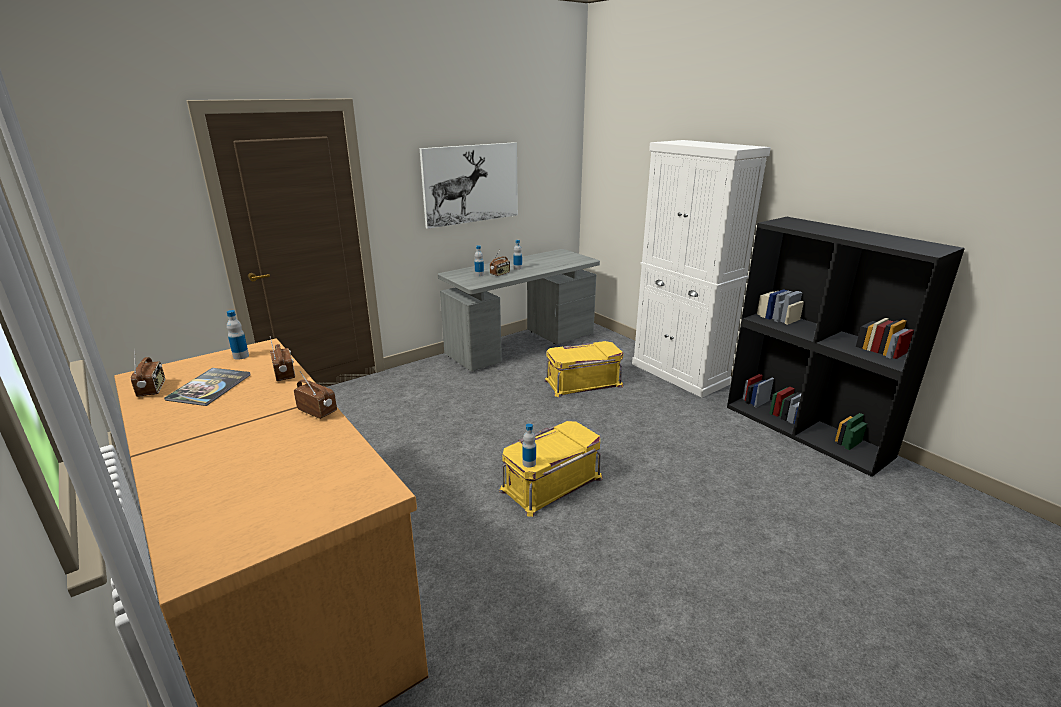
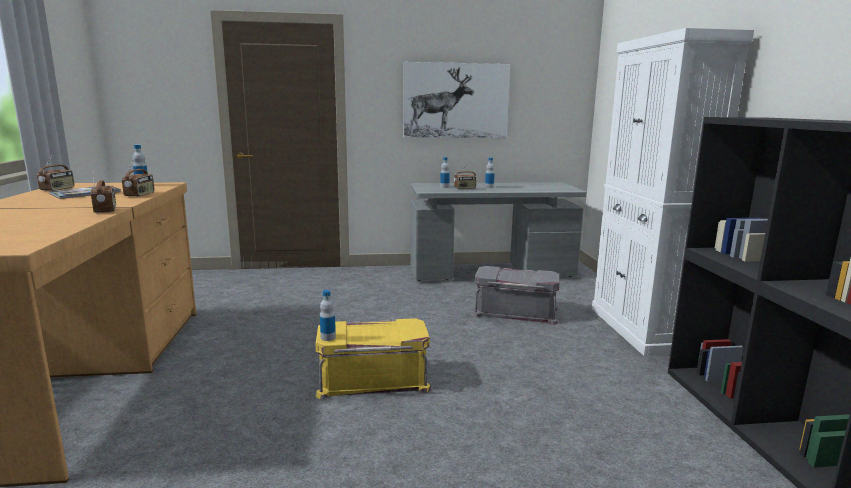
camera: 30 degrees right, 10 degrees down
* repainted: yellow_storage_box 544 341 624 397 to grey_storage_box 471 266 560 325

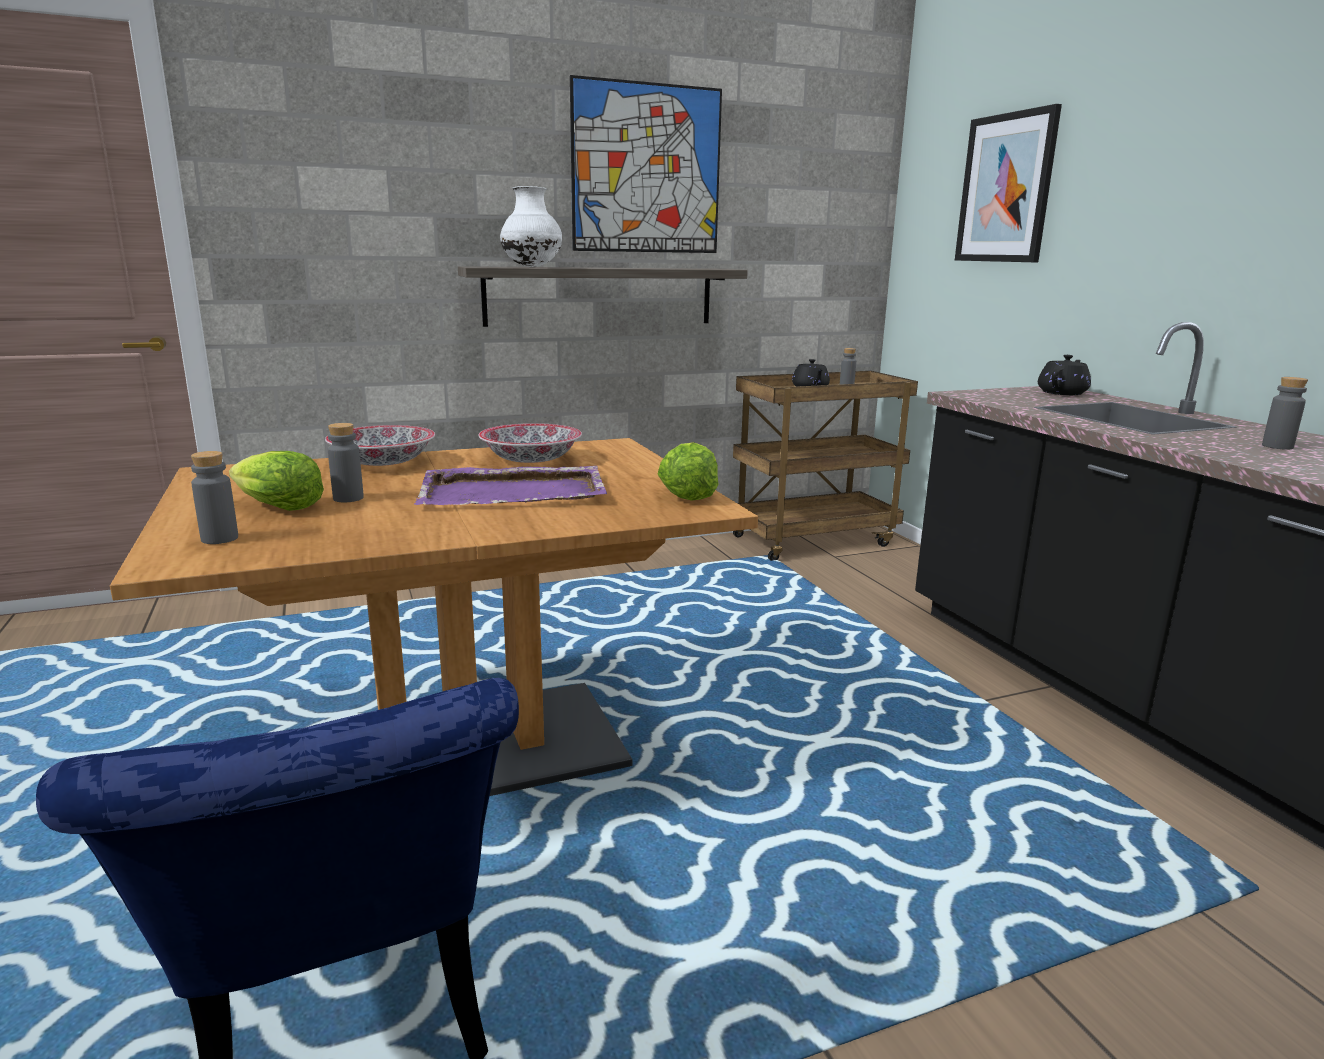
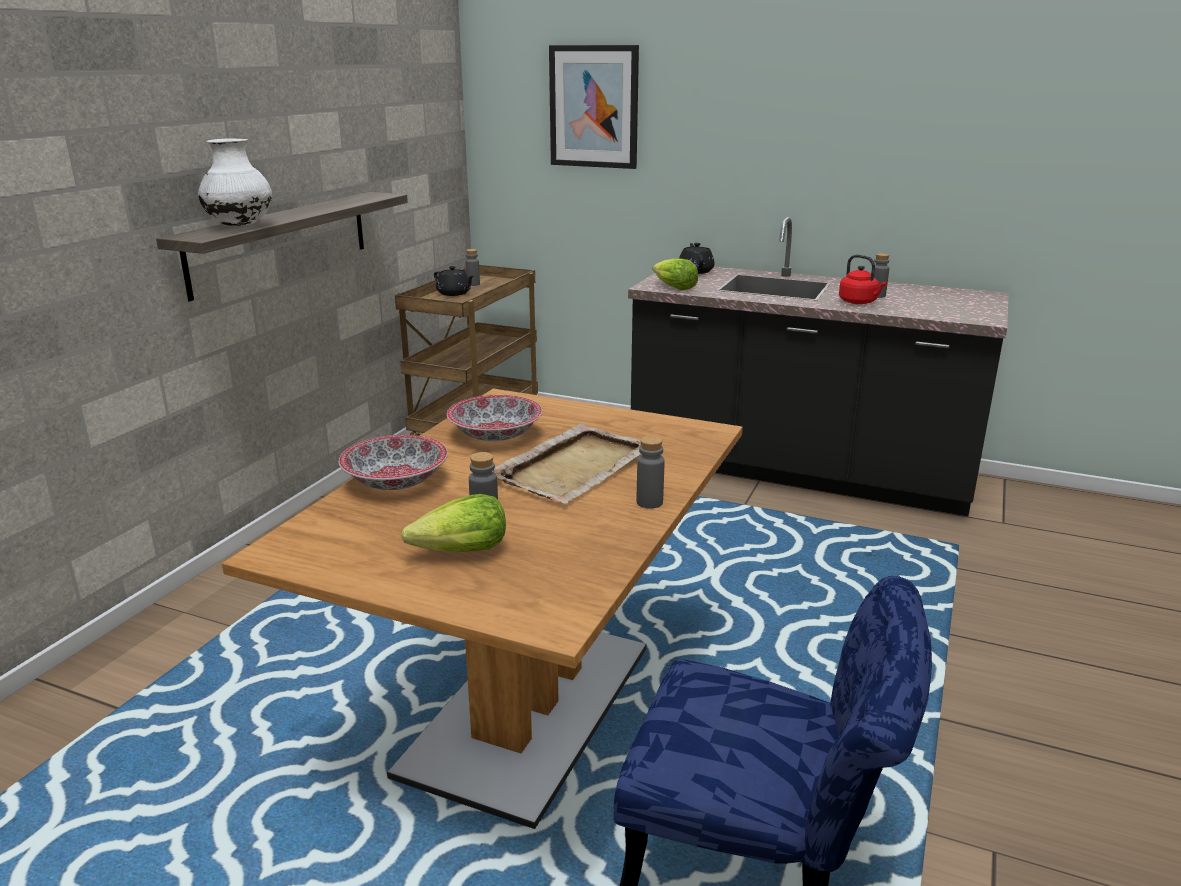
camera: 45 degrees left, 5 degrees up
* gone: picture 570 75 722 253
* shifted: lettuce 658 442 719 501 to 653 258 698 290
* shifted: grey_bottle 191 451 238 544 to 637 436 665 509
* repainted: purple_tray 414 466 607 505 to beige_tray 493 423 641 503
* new: red_kettle 839 254 887 304

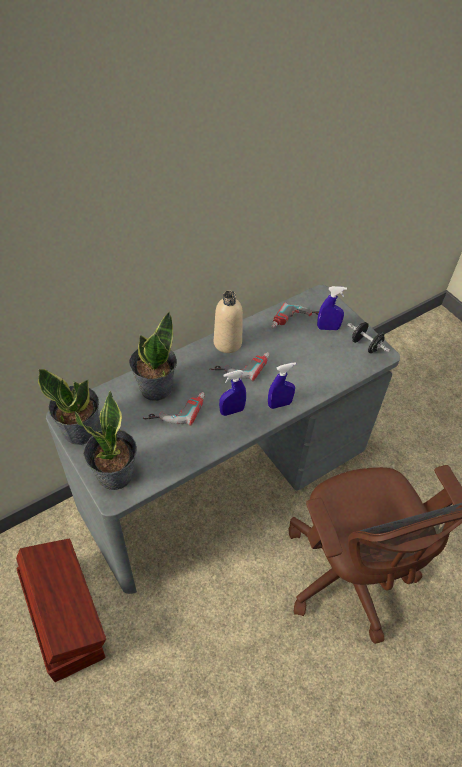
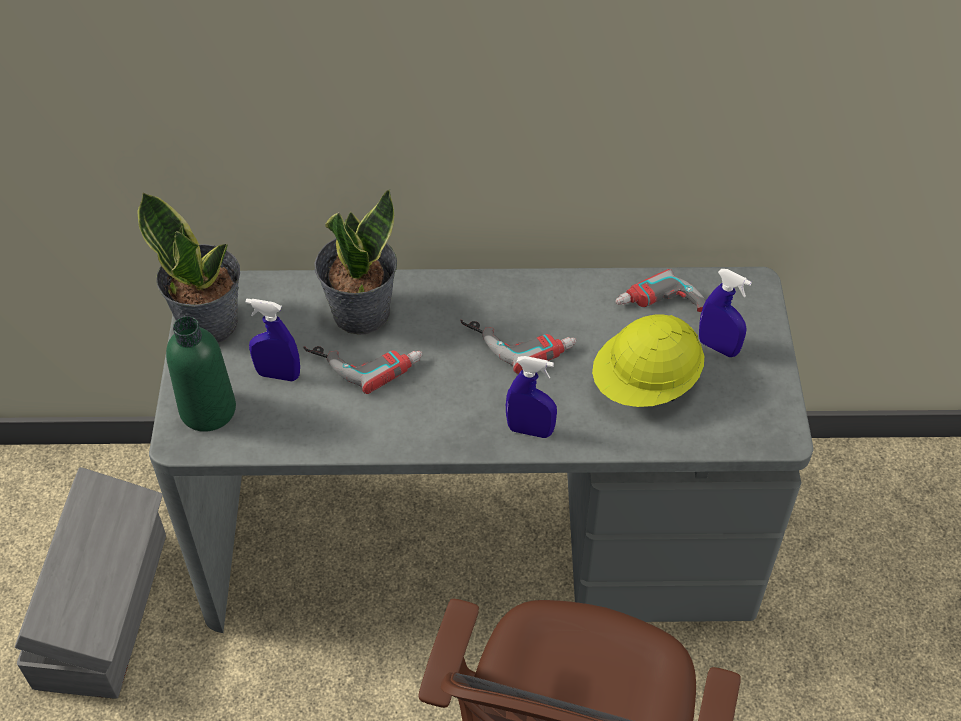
camera: 35 degrees right, 0 degrees up
* gone: beige_bottle 214 291 243 353
* gone: black_dumbbell 348 322 390 353
* shifted: blue_spray_bottle 219 370 246 416 to 246 299 300 381
* swapped: potted_plant 74 391 137 490 to green_bottle 166 316 236 432
* repainted: brown_storage_box 16 539 106 682 to grey_storage_box 15 467 166 699
* new: yellow_hard_hat 592 314 704 407

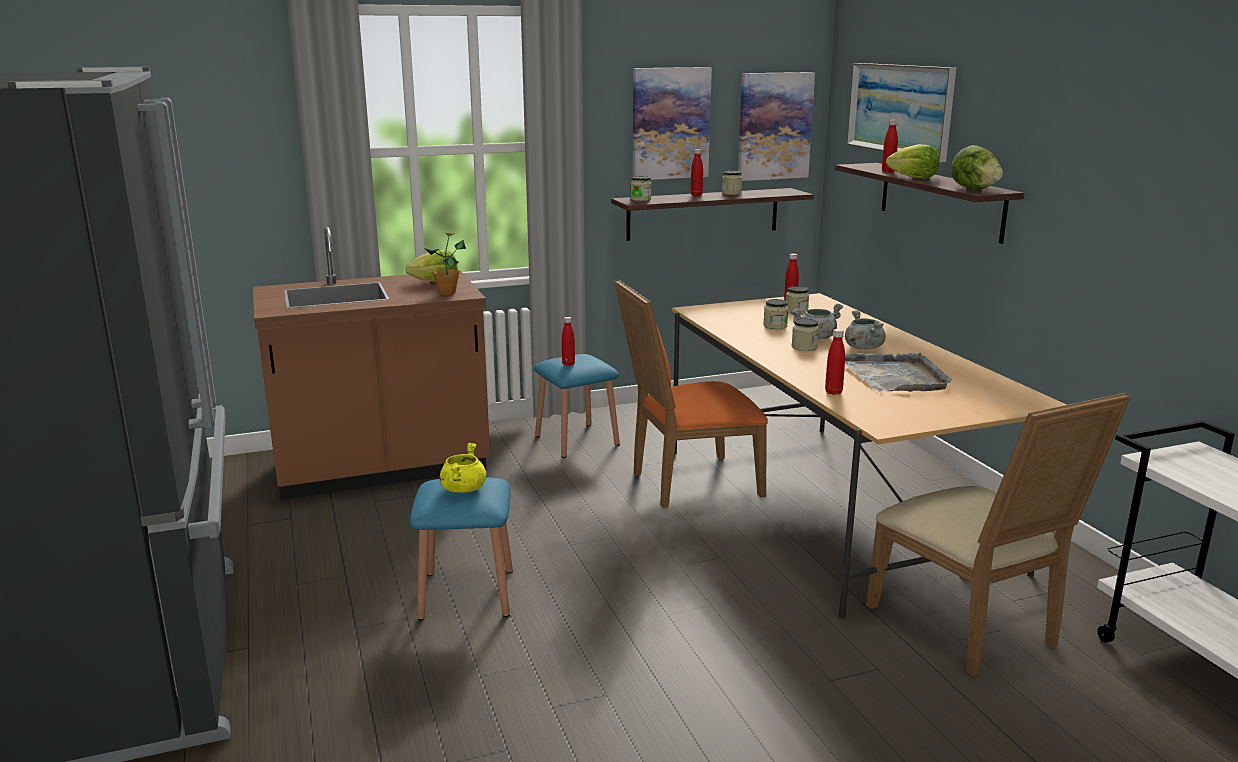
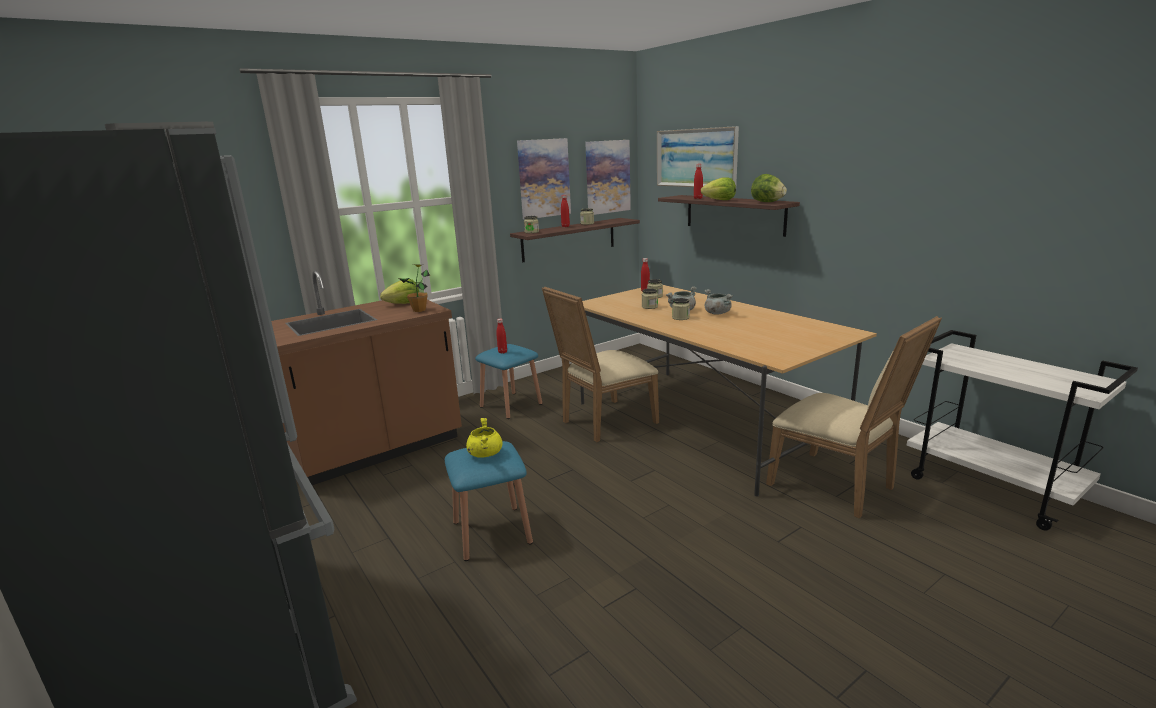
camera: 15 degrees left, 0 degrees up
* repainted: orange_chair 615 280 768 508 to beige_chair 542 286 659 442
* gone: red_bottle 825 329 845 395
* gone: grey_tray 845 353 952 392

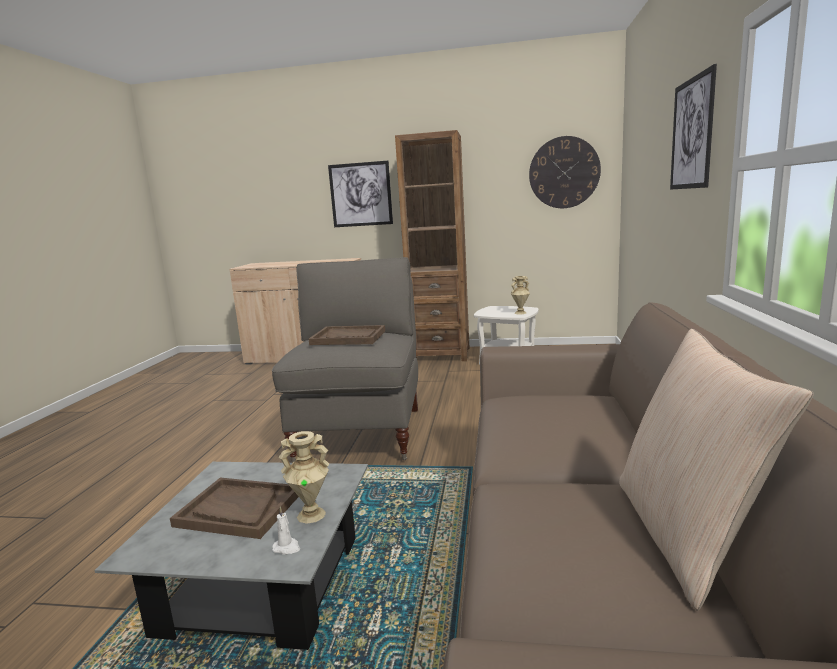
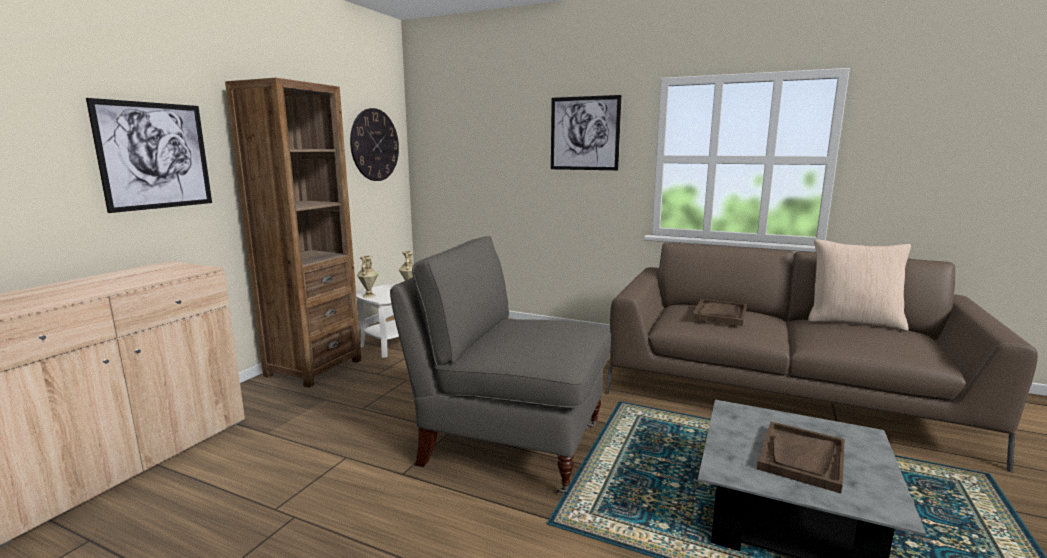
camera: 75 degrees left, 0 degrees up
* shifted: brown_tray 309 325 385 345 to 692 299 747 326
* shifted: beige_vase 279 431 329 524 to 357 255 378 298
* gone: white_candle 272 506 300 555

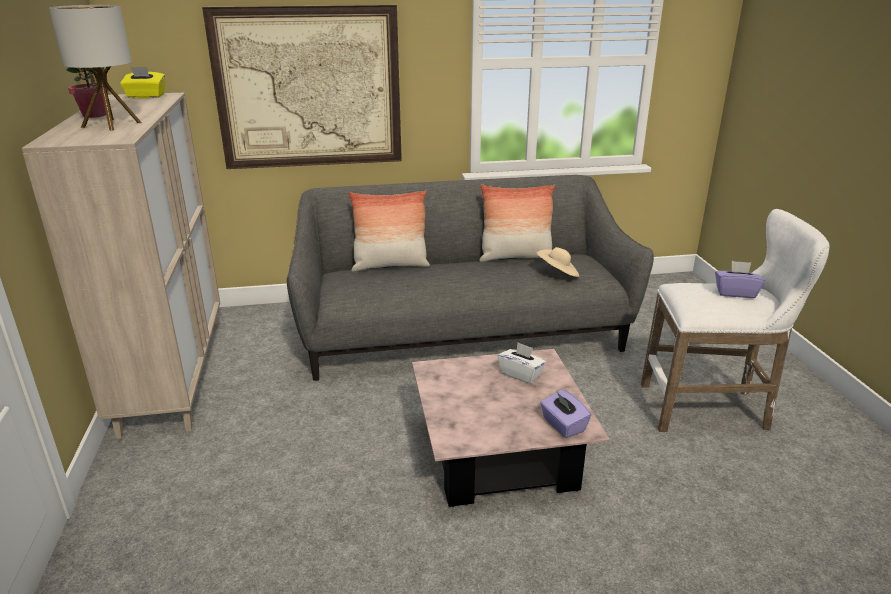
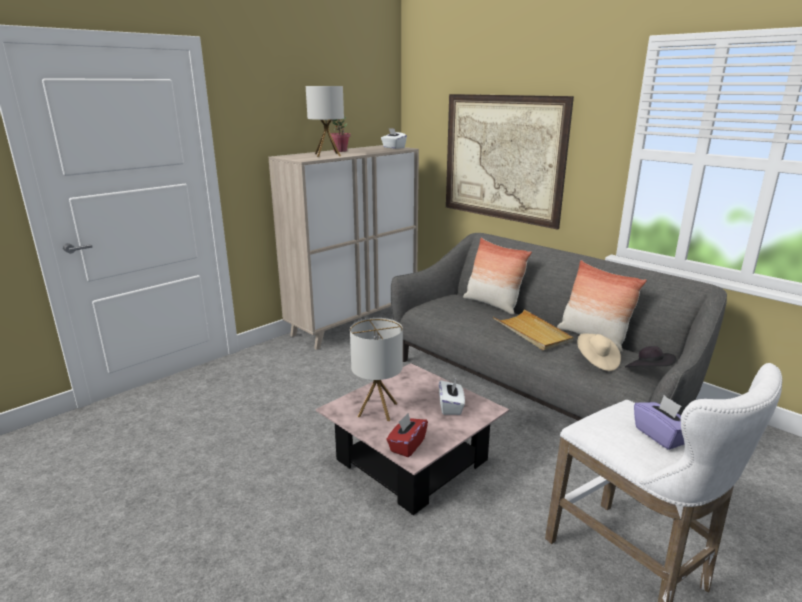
camera: 55 degrees right, 5 degrees down
* repainted: yellow_tissue_box 120 67 165 98 to white_tissue_box 381 128 407 149
* repainted: purple_tissue_box 540 390 591 438 to red_tissue_box 386 413 428 457
* new: beige_tray 493 309 574 350
* new: table_lamp 350 318 403 421
* new: black_hat 625 346 677 367

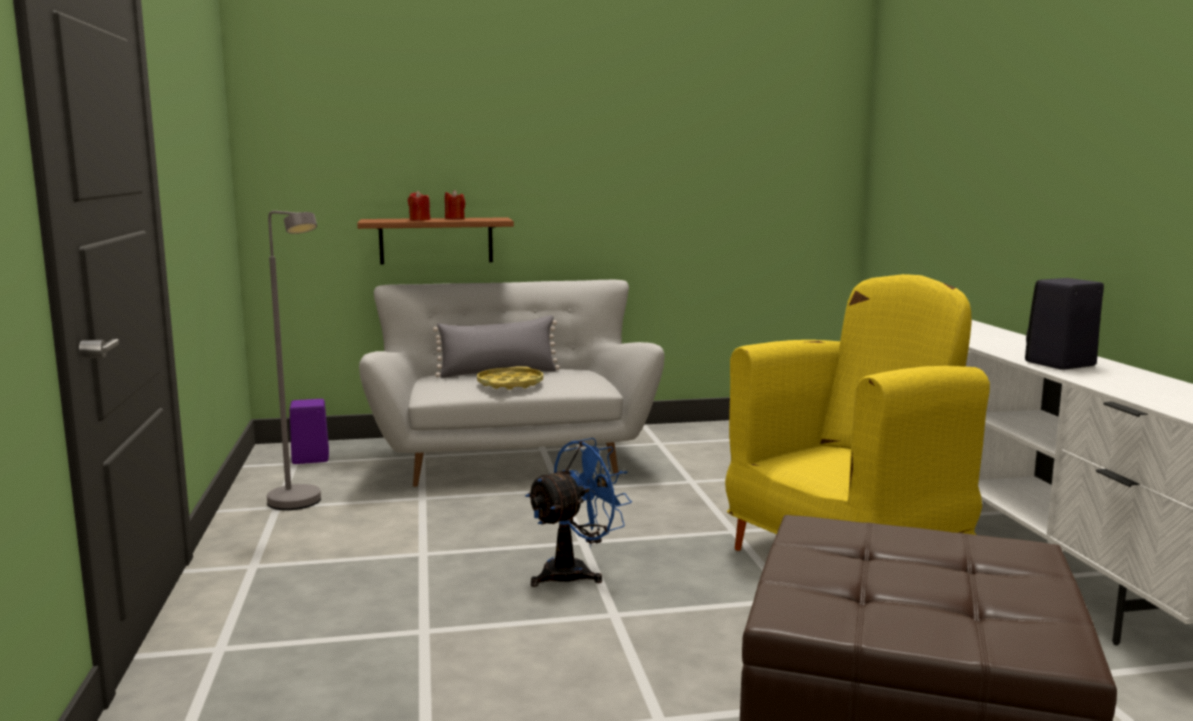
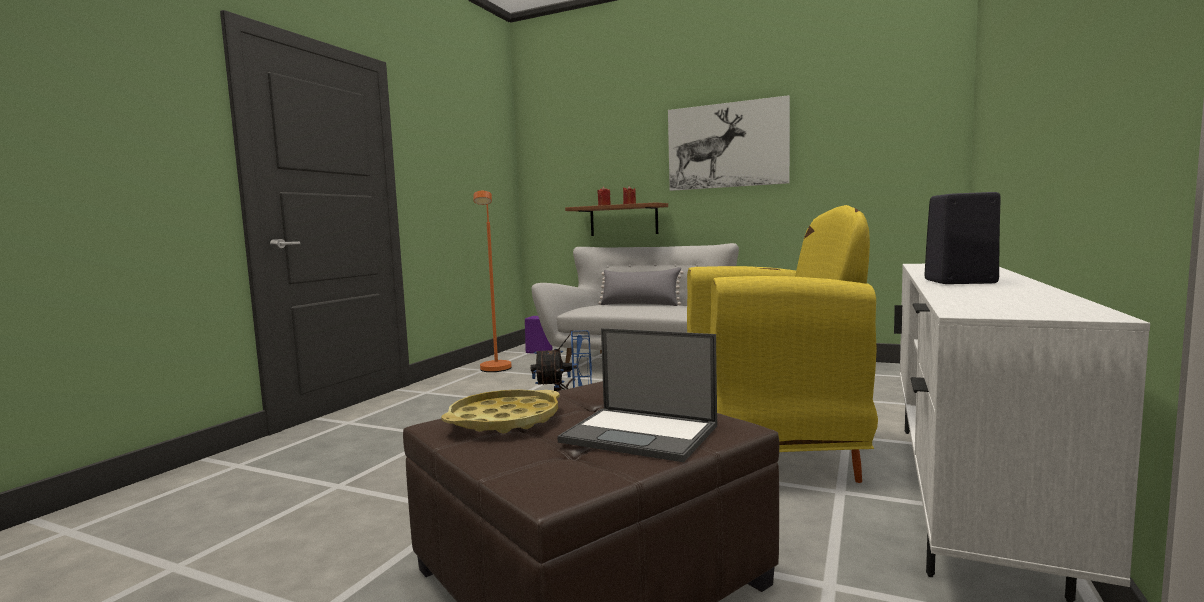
camera: 35 degrees right, 5 degrees down
* repainted: grey_floor_lamp 267 211 321 510 to orange_floor_lamp 474 191 512 372
* shifted: yellow_tray 477 366 543 390 to 441 389 560 433
* new: picture 668 95 790 191
* new: laptop 557 328 717 462

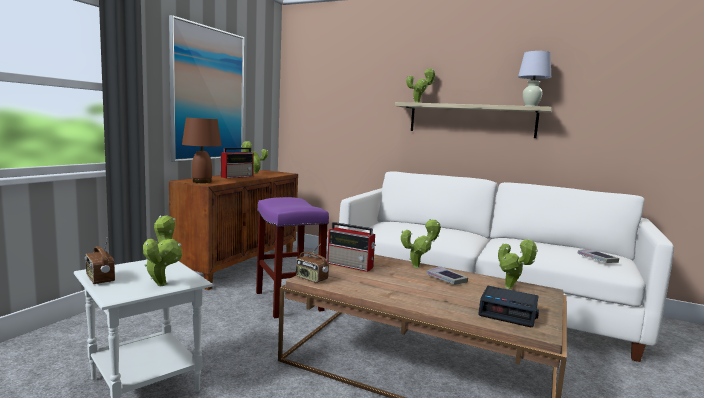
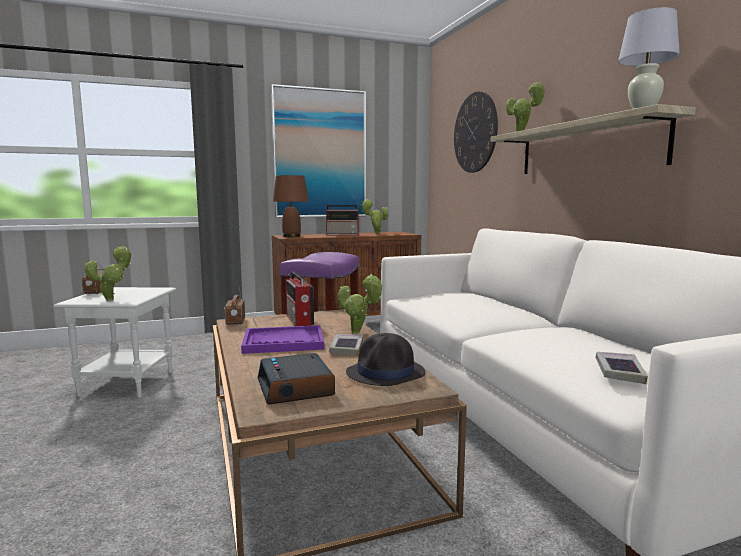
camera: 45 degrees right, 0 degrees up
* swapped: potted_plant 498 238 538 289 to black_hat 346 333 425 386
* new: wall_clock 454 91 498 173
* new: purple_tray 241 325 324 354

